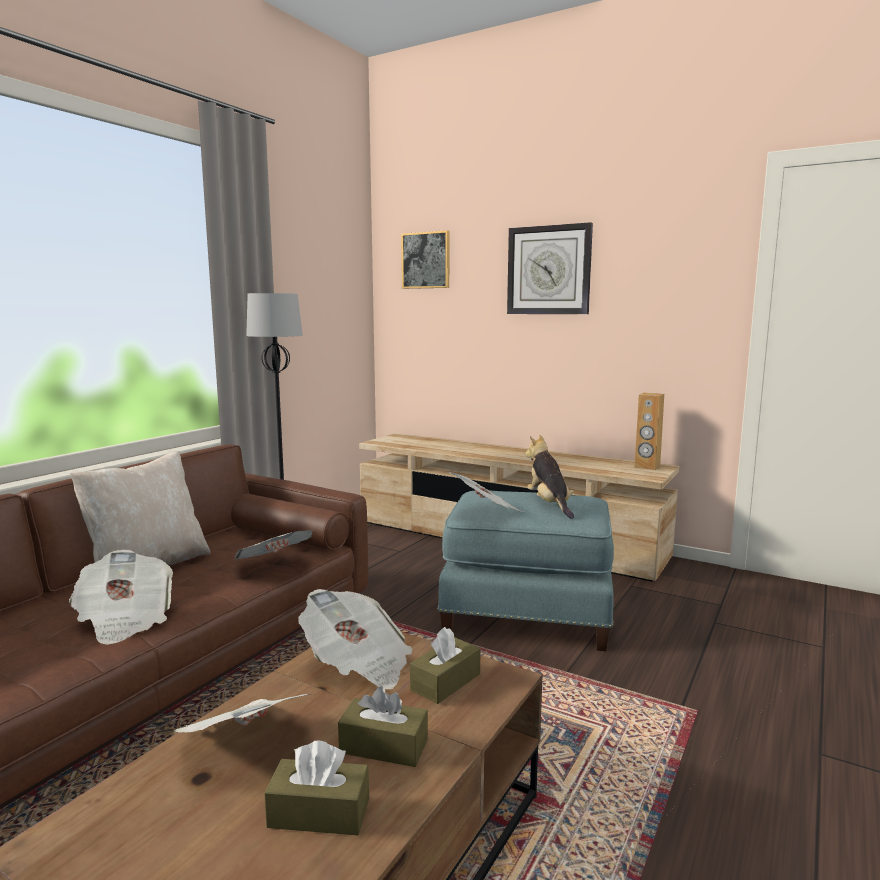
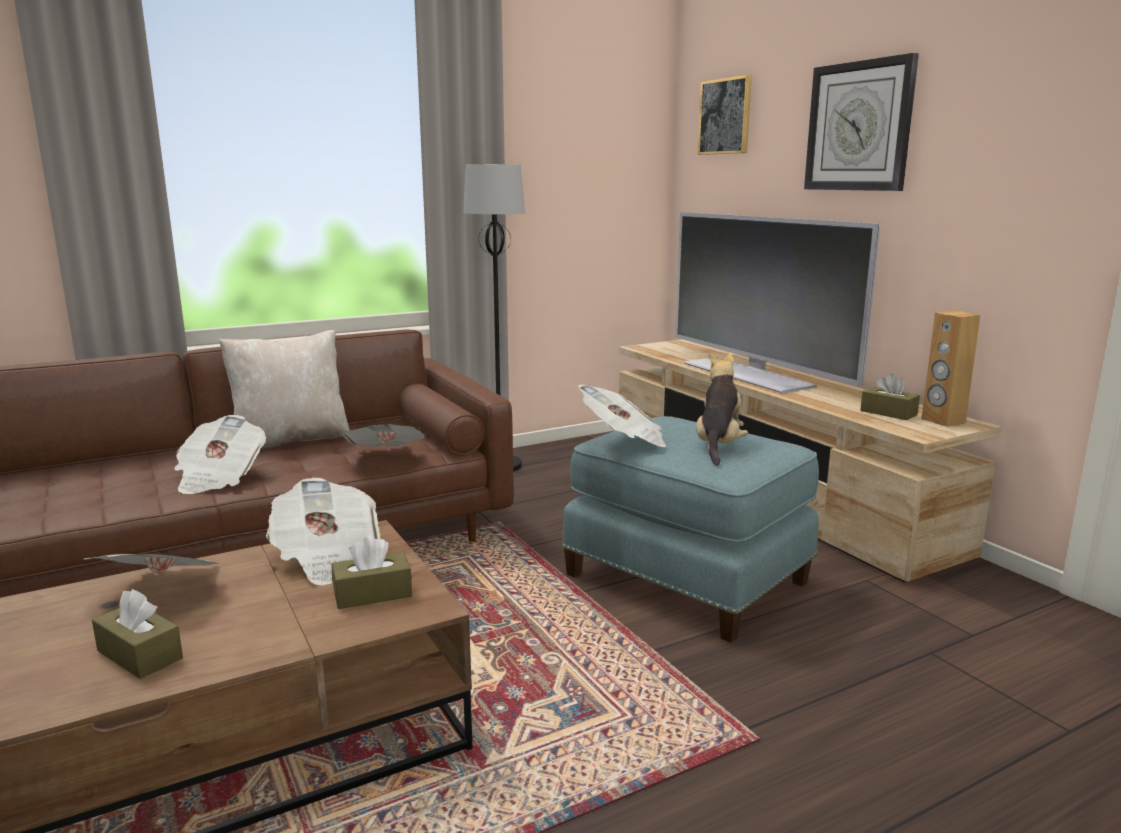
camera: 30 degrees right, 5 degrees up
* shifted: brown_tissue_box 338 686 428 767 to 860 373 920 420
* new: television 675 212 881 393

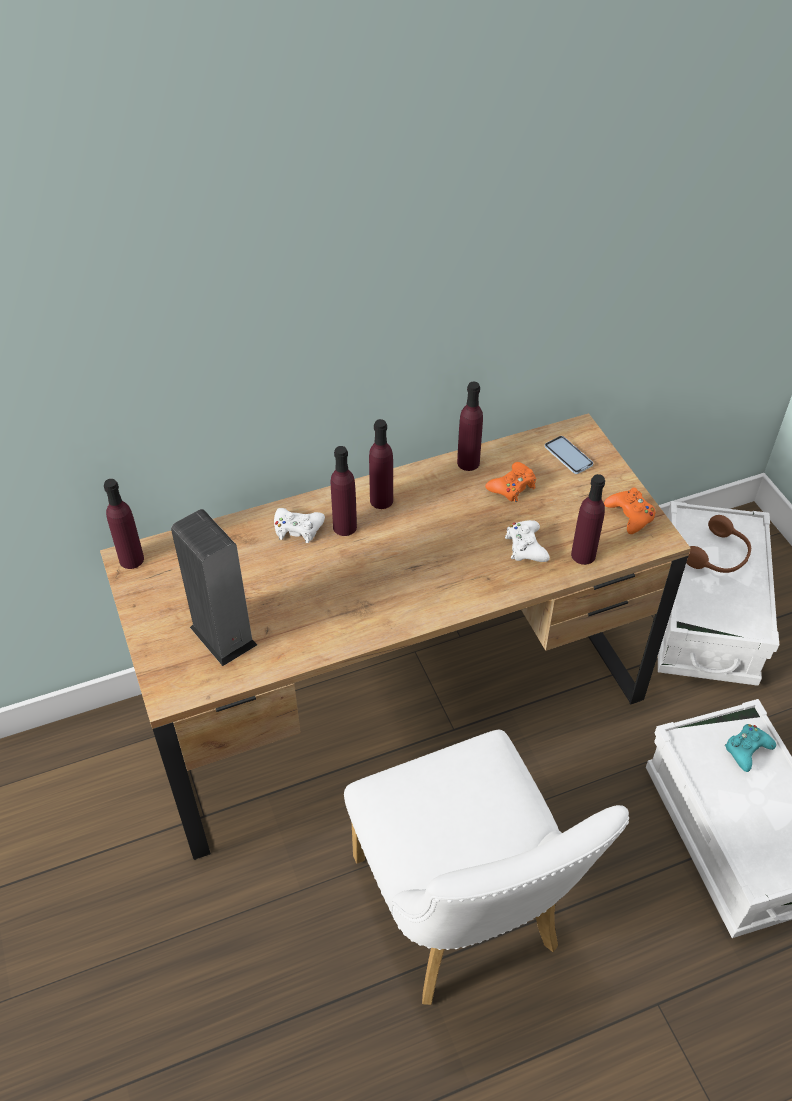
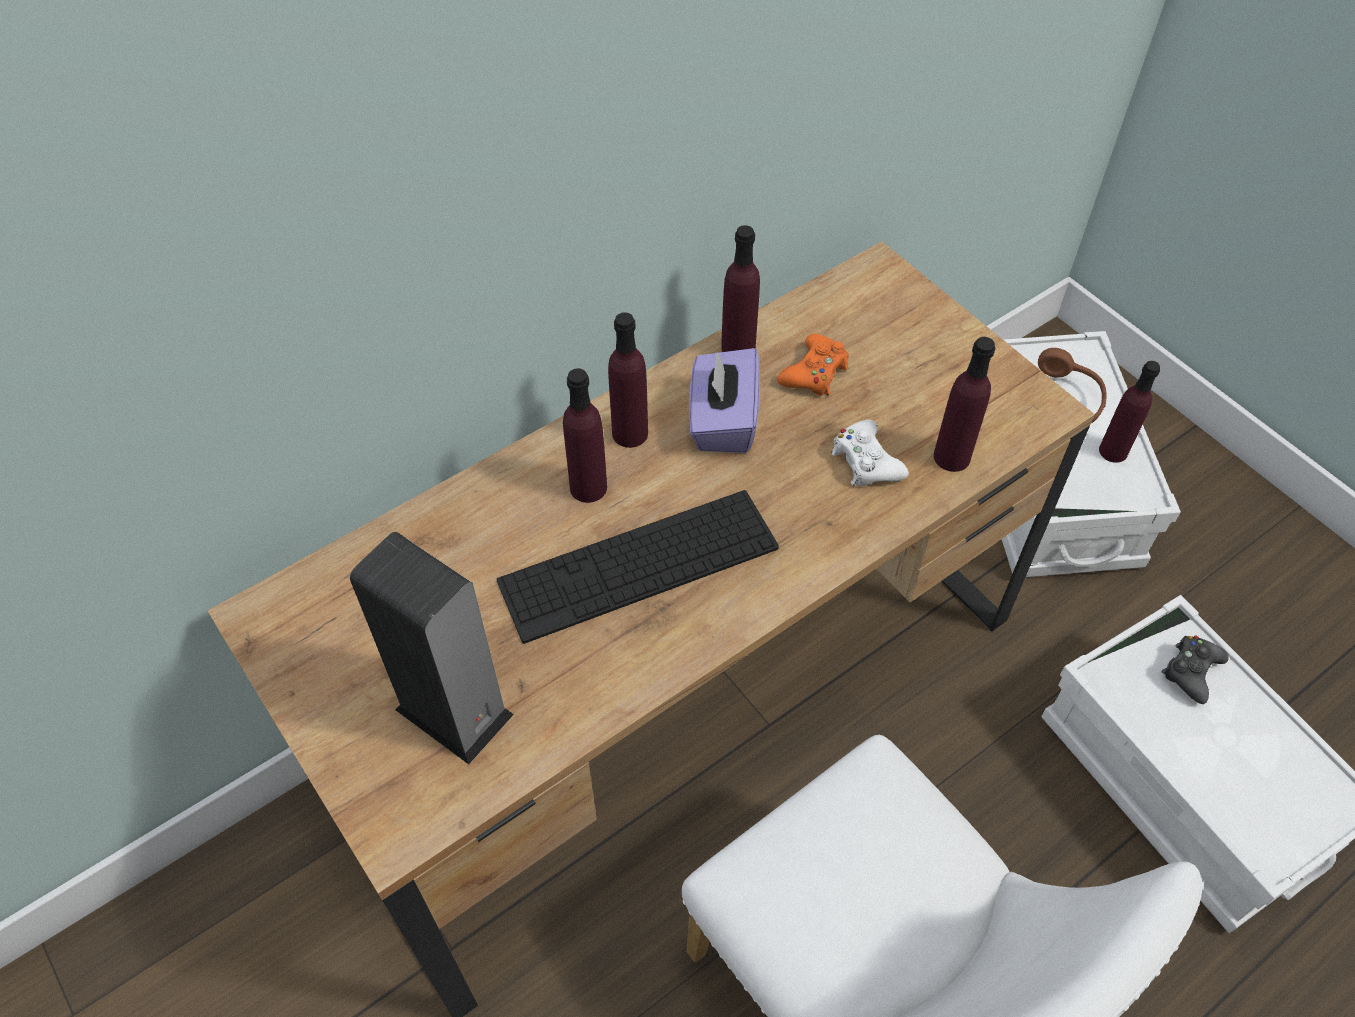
camera: 15 degrees left, 5 degrees up
* gone: phone 545 436 593 474
* shifted: purple_bottle 104 479 144 569 to 1099 361 1160 463
* gone: orange_game_controller 604 488 656 534
* gone: white_game_controller 274 508 325 543
* repainted: turquoise_game_controller 725 724 776 772 to black_game_controller 1162 636 1229 704
* new: purple_tissue_box 689 348 760 453
* new: keyboard 496 490 779 644

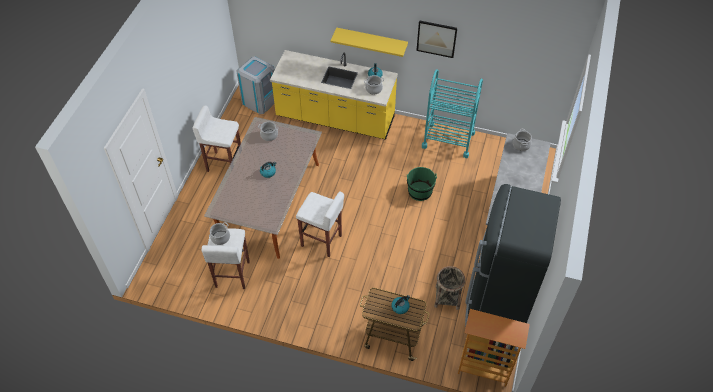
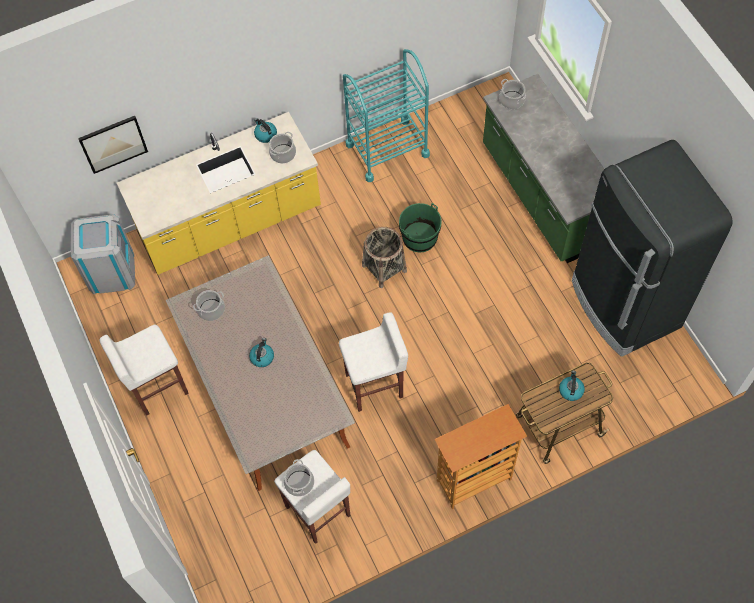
camera: 40 degrees left, 10 degrees up
* shifted: picture 416 20 457 58 to 78 116 148 174
* gone: yellow_shelf 330 28 408 57
* shifted: basket 434 266 465 310 to 362 227 407 288
* shifted: bookcase 458 309 530 387 to 434 404 527 509

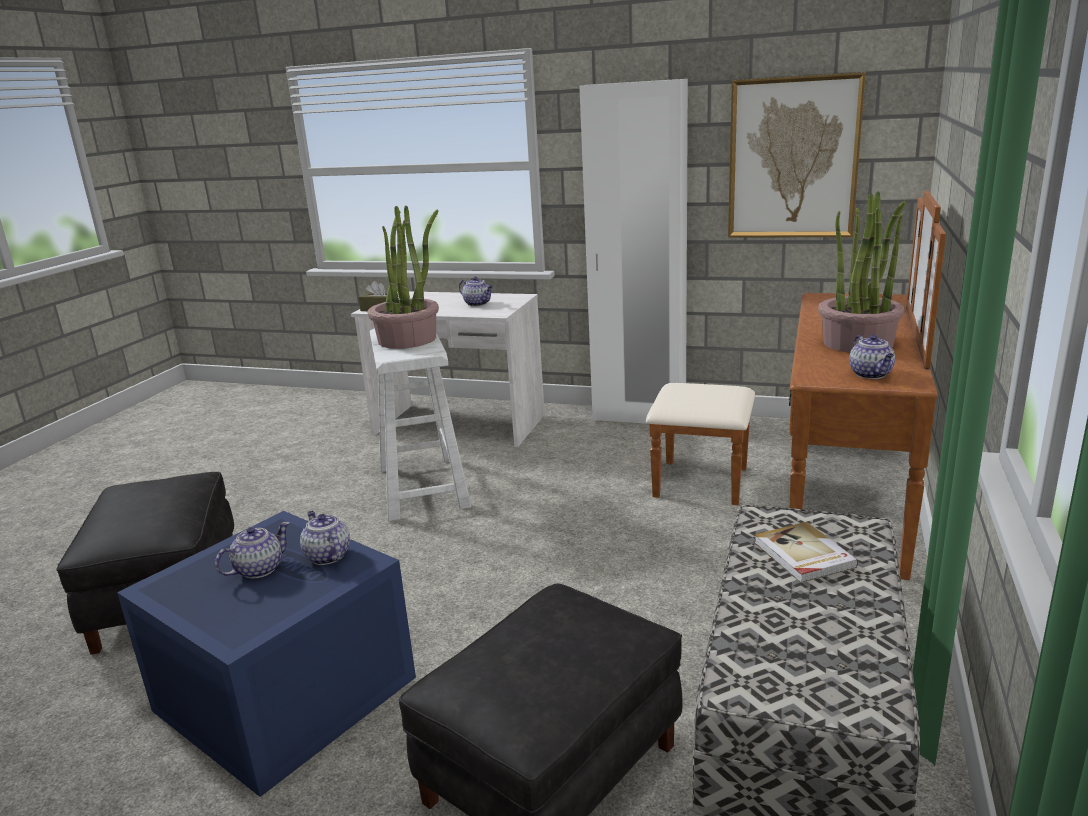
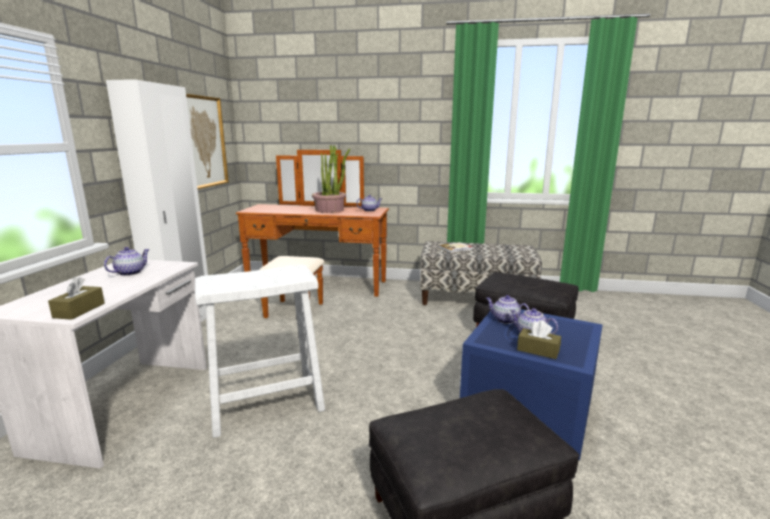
camera: 100 degrees left, 5 degrees down
* gone: potted_plant 368 206 439 349
* rotated: teapot 300 511 350 565 = 486 295 529 324 75 degrees clockwise
* new: brown_tissue_box 517 320 561 359

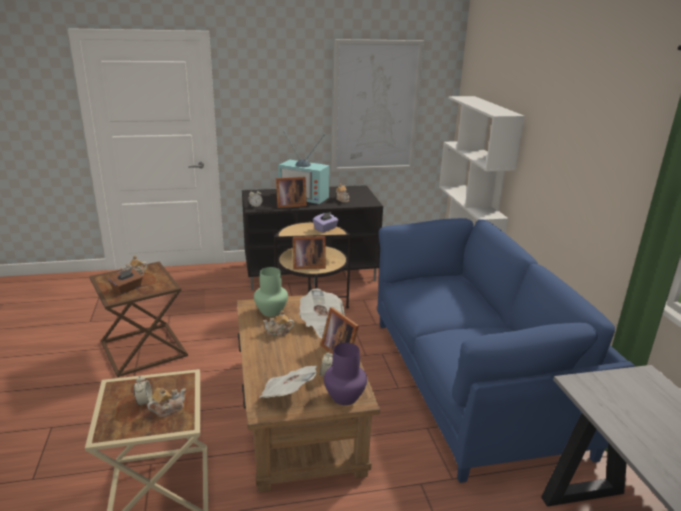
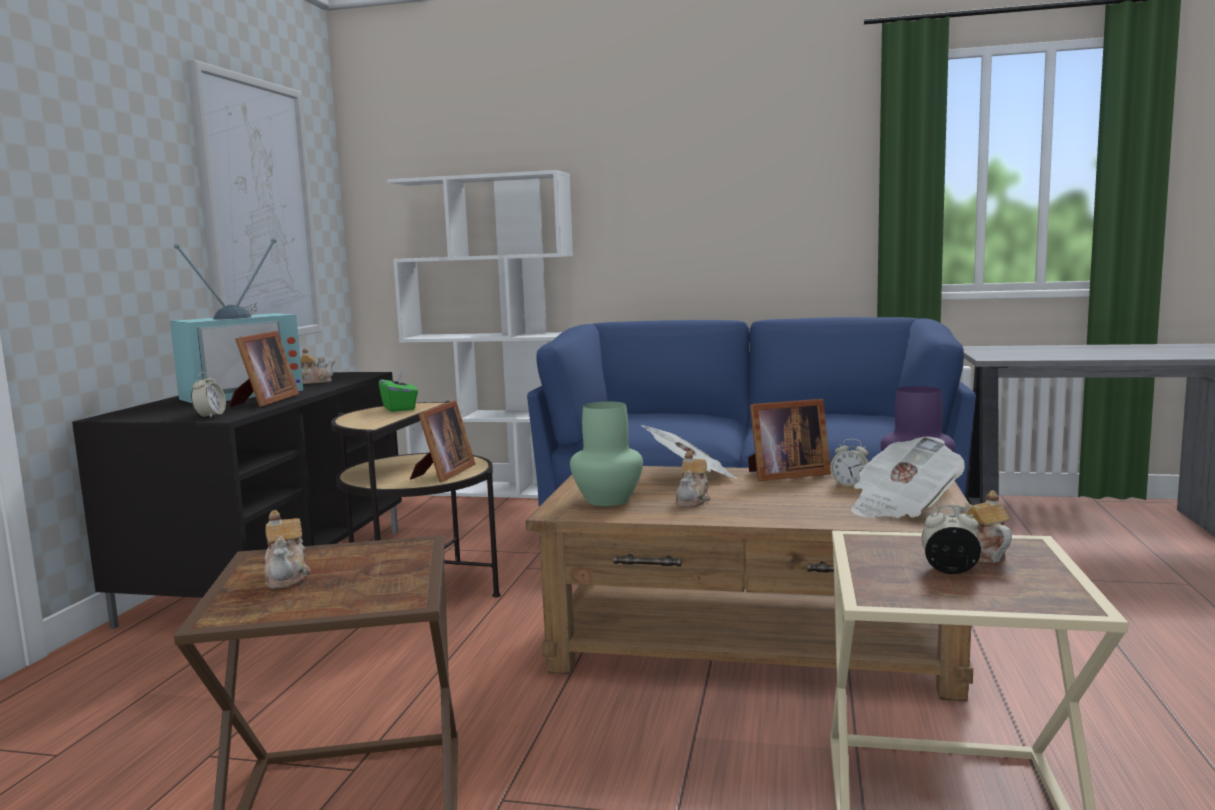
camera: 65 degrees left, 15 degrees down
* repainted: purple_tissue_box 313 212 339 232 to green_tissue_box 379 370 418 412
* gone: brown_tissue_box 108 269 143 294

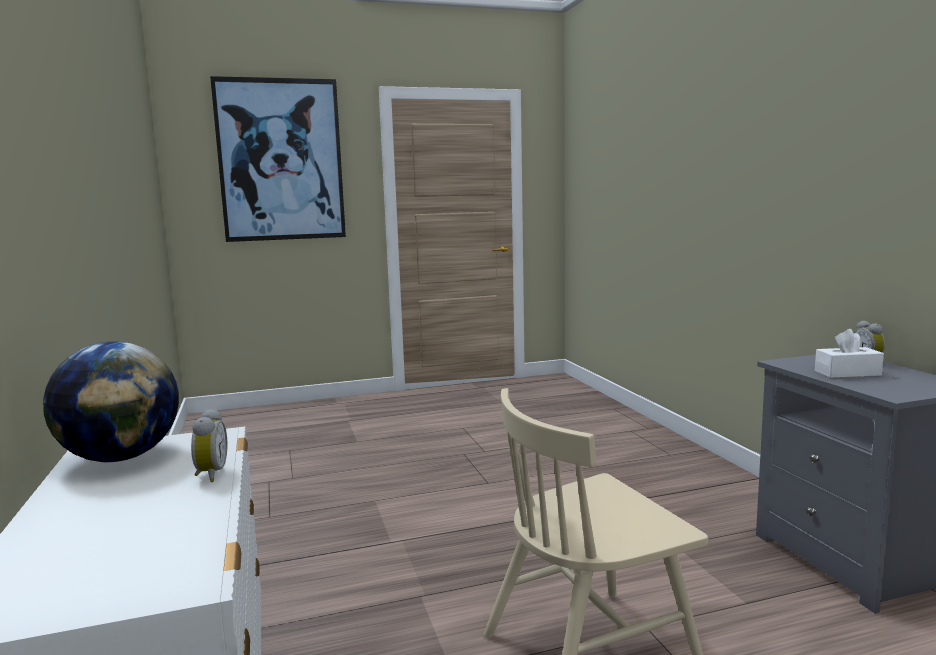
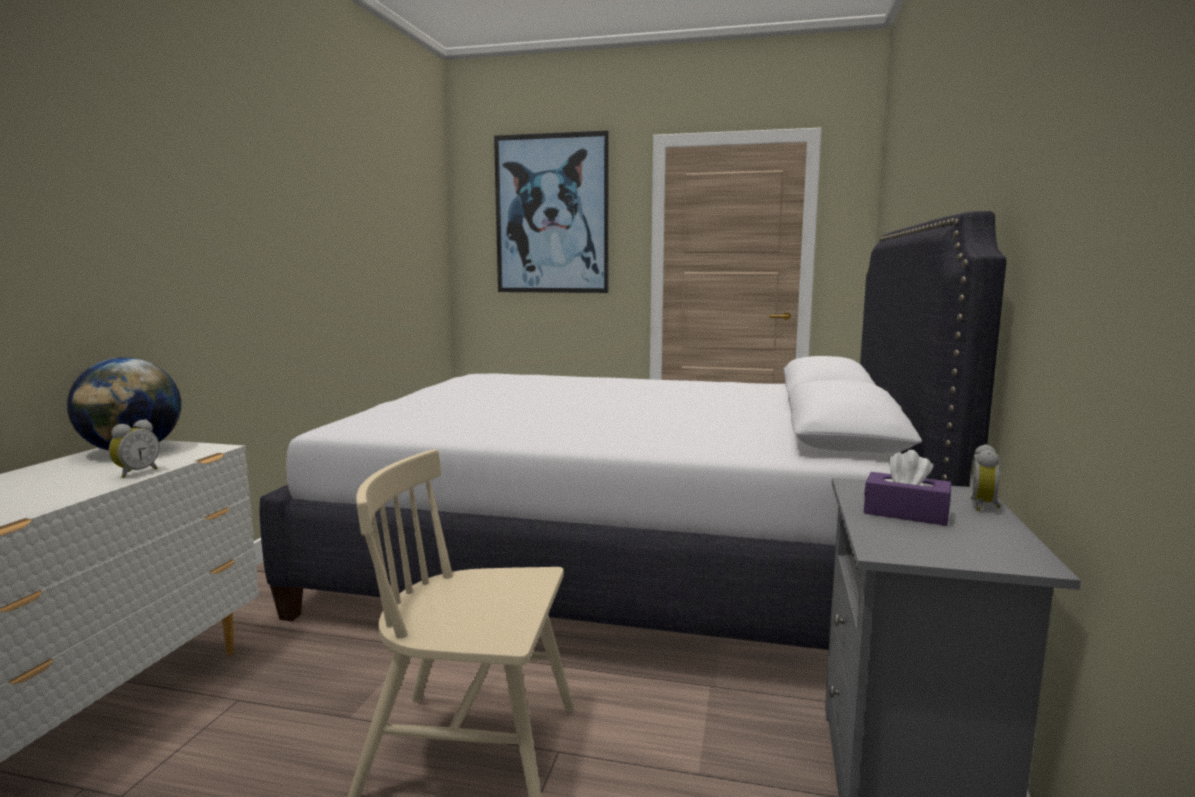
camera: 30 degrees right, 0 degrees up
* repainted: white_tissue_box 815 329 884 378 to purple_tissue_box 864 450 951 526
* new: white_bed 259 211 1007 650

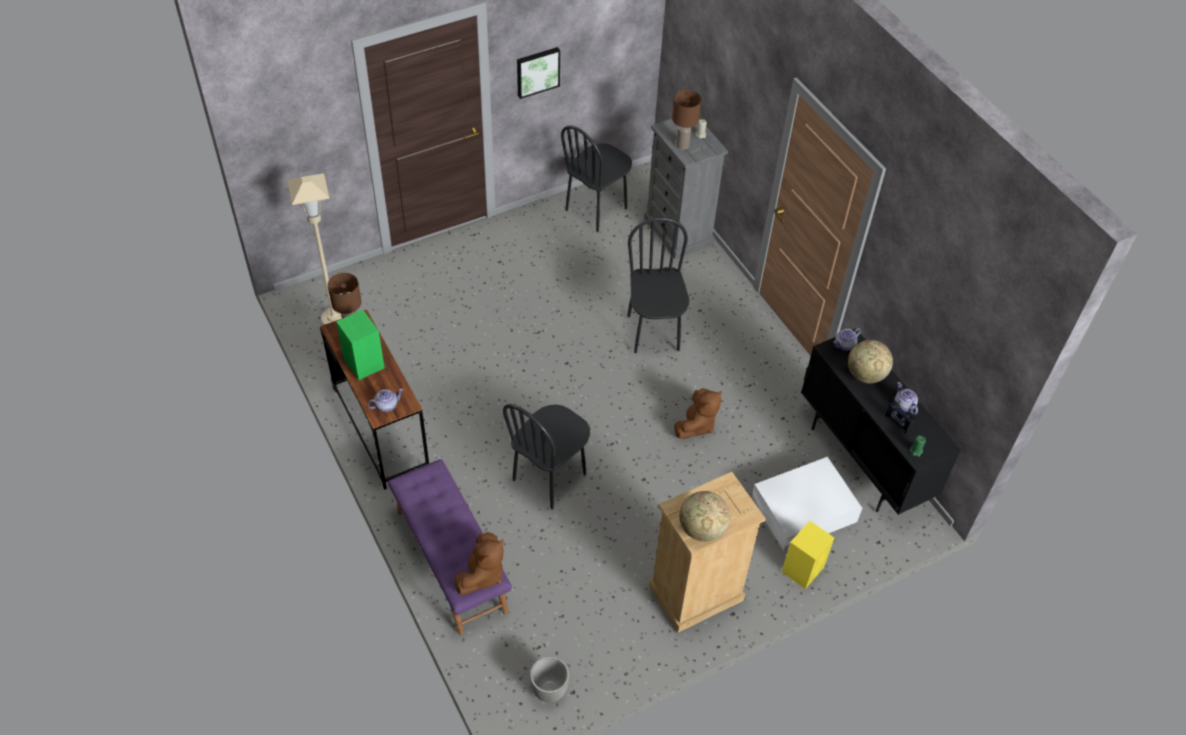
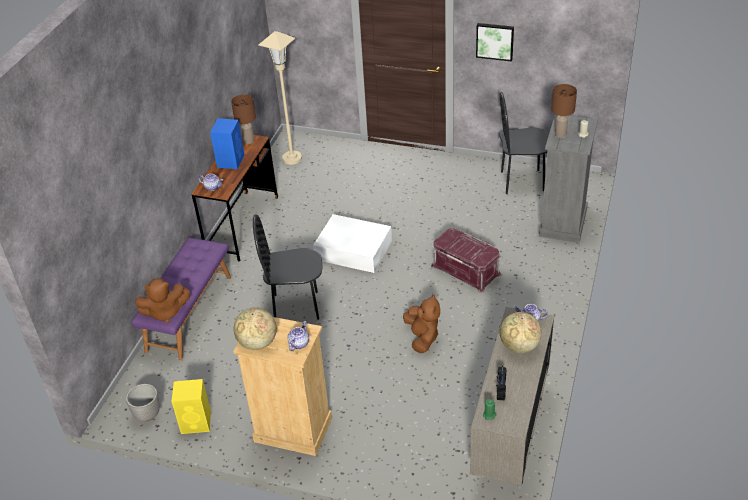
camera: 50 degrees right, 10 degrees down
* swapped: black_chair 627 217 689 353 to red_storage_box 431 228 501 293
* repainted: green_speaker 336 310 385 380 to blue_speaker 210 118 245 169
* repainted: black_cabinet 801 328 961 515 to beige_cabinet 470 307 554 486
* shifted: teapot 895 382 918 415 to 288 321 309 351
* rotated: brown_plush_toy 674 388 722 439 = 403 294 440 353 90 degrees counterclockwise
* shifted: white_storage_box 751 457 862 551 to 313 214 392 273
* shifted: yellow_speaker 782 521 834 589 to 171 379 211 434

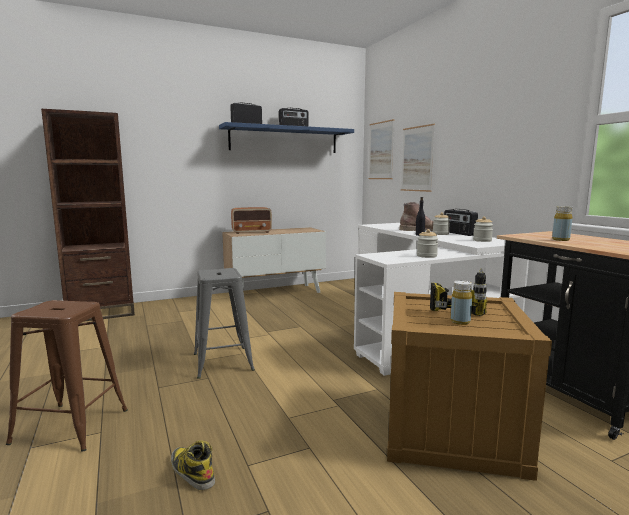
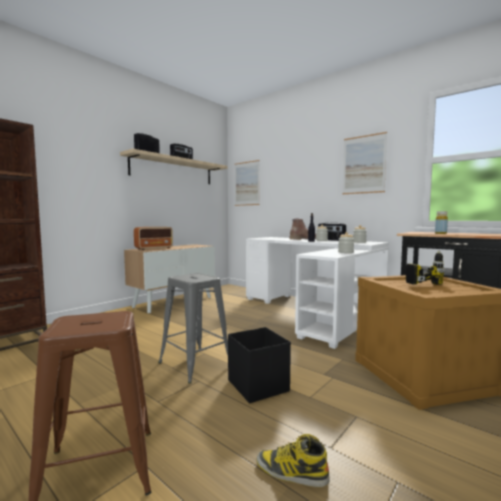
camera: 25 degrees left, 5 degrees down
* repainted: blue_shelf 219 122 354 153 to beige_shelf 120 149 228 184
* shifted: picture 401 124 435 192 to 342 132 387 194
* gone: yellow_bottle 451 280 472 325
* new: black_storage_box 228 327 291 403

